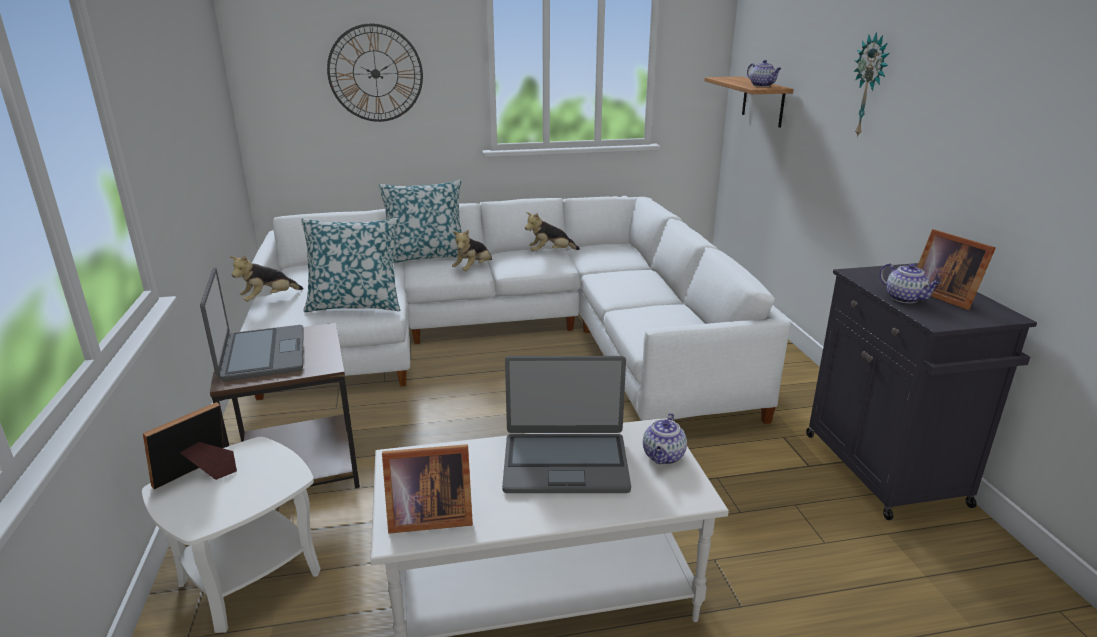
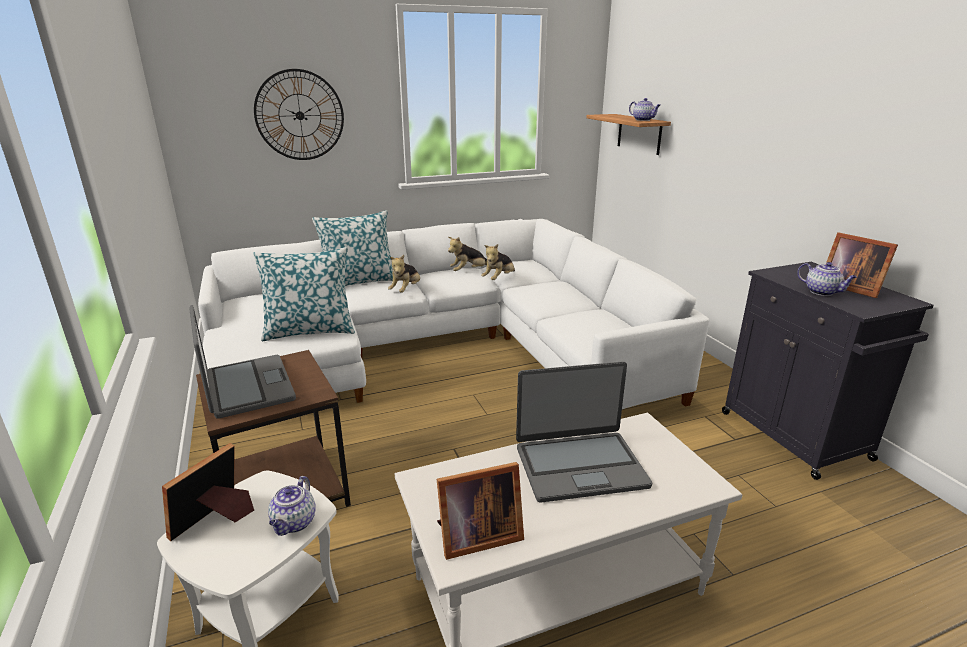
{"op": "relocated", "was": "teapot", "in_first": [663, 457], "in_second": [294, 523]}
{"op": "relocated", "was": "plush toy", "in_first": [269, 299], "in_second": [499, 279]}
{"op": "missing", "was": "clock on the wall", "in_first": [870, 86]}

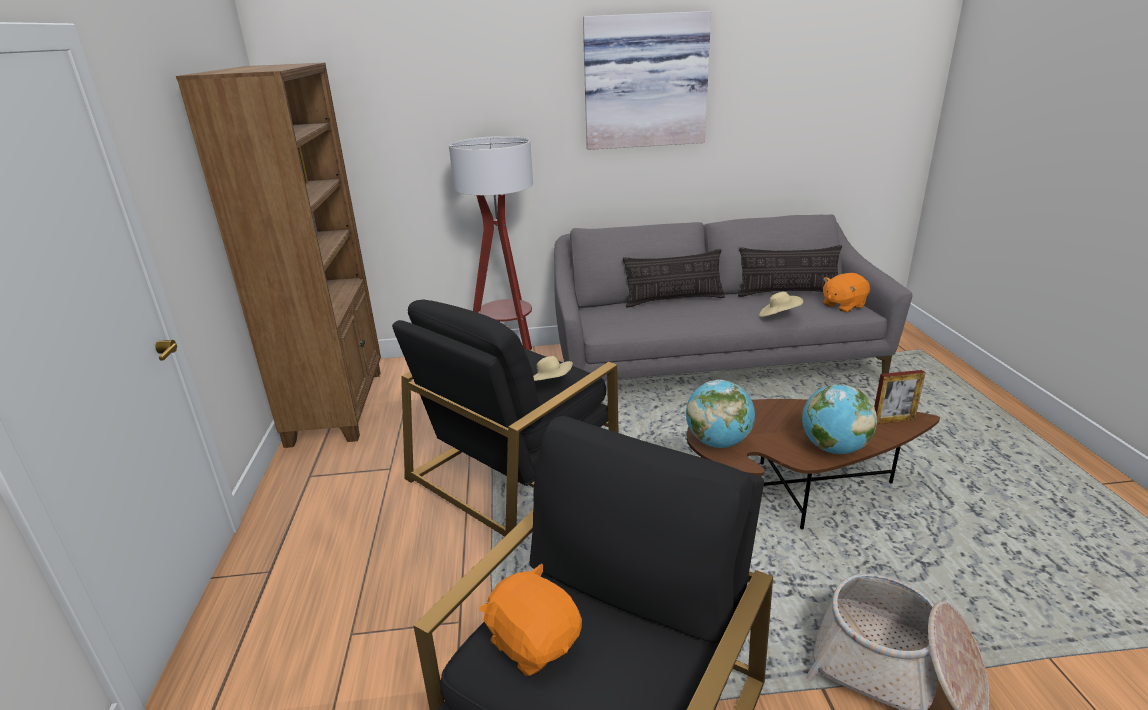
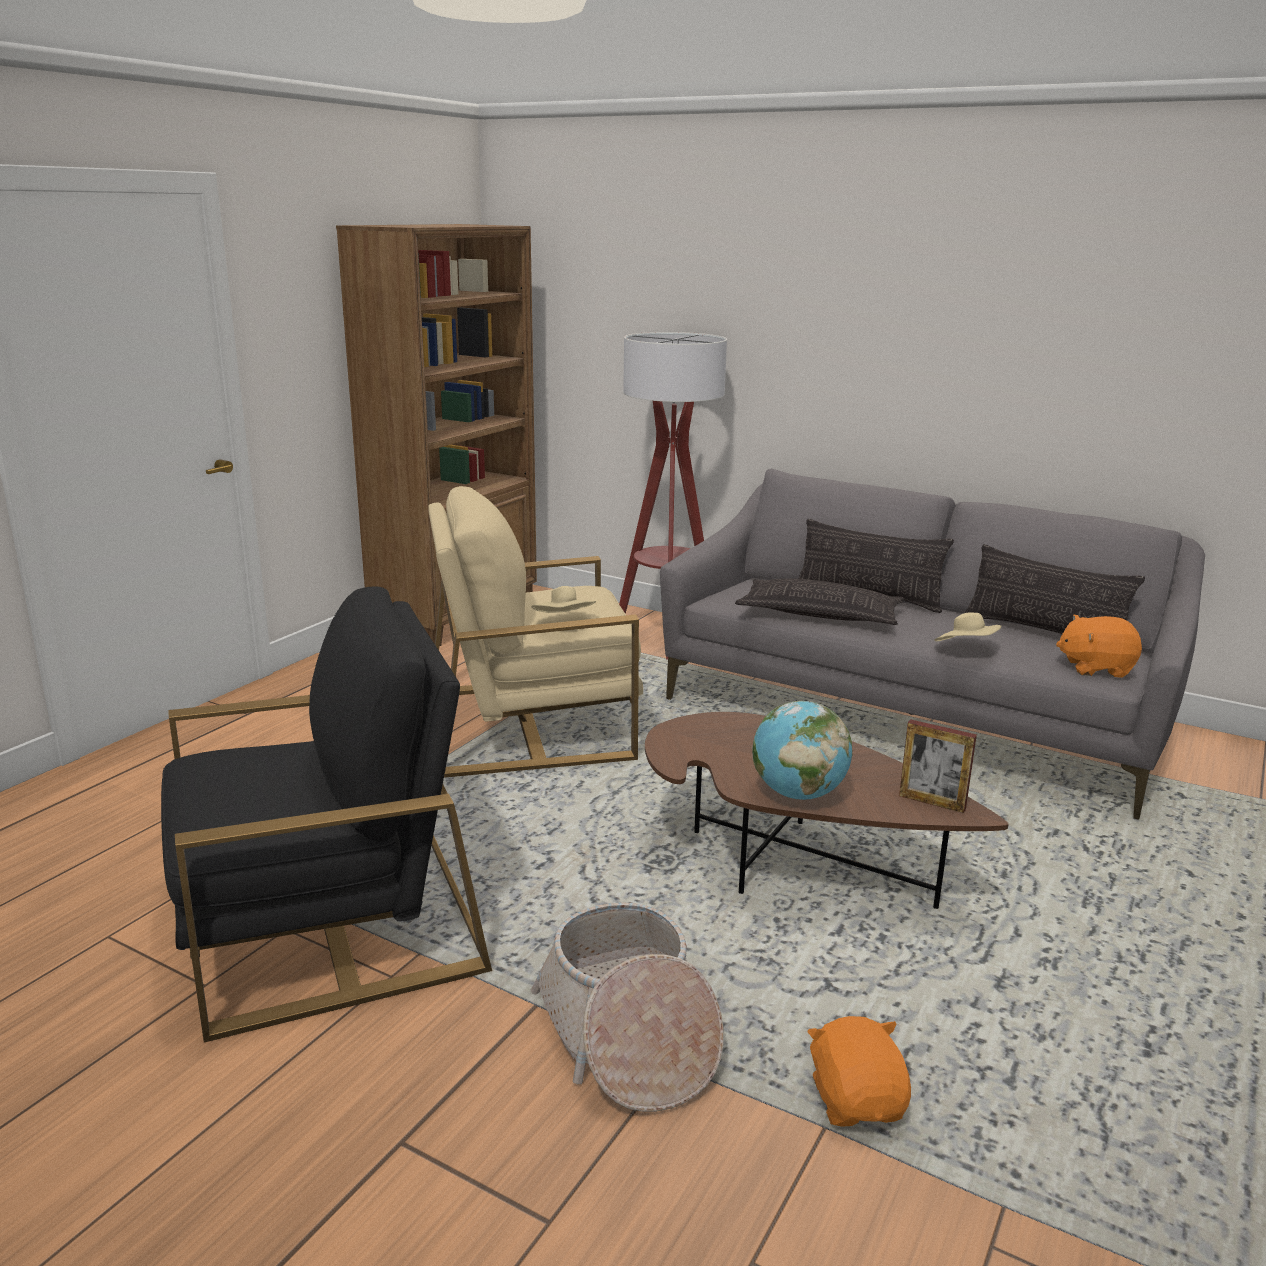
{"op": "colour", "was": "easy chair in black-coloured", "now": "easy chair in beige", "in_first": [513, 470], "in_second": [530, 723]}
{"op": "appeared", "now": "pillow", "in_second": [820, 614]}
{"op": "relocated", "was": "plush toy in orangey", "in_first": [534, 642], "in_second": [857, 1100]}
{"op": "missing", "was": "picture", "in_first": [645, 81]}
{"op": "missing", "was": "globe", "in_first": [718, 442]}

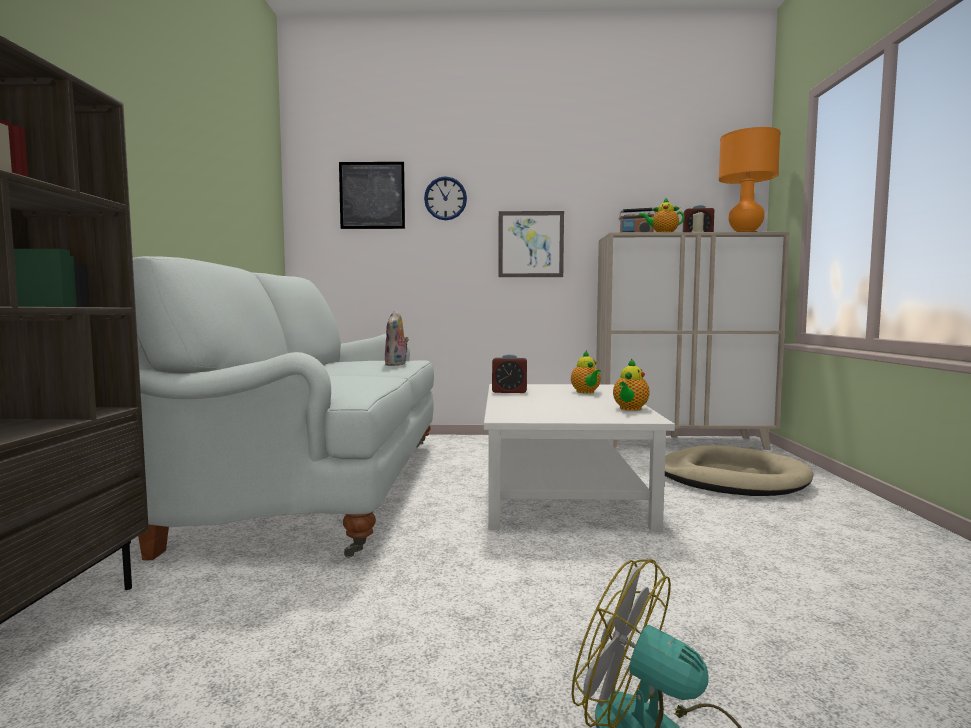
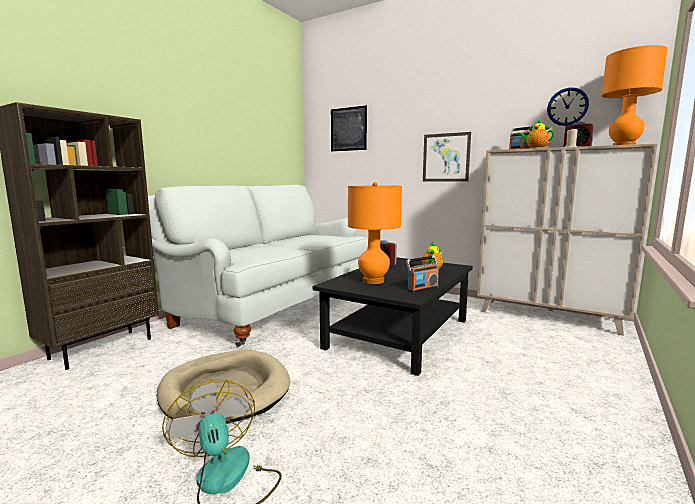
{"op": "relocated", "was": "pet bed in beige", "in_first": [731, 478], "in_second": [225, 391]}
{"op": "colour", "was": "low table in whitish", "now": "low table in black-coloured", "in_first": [560, 489], "in_second": [399, 333]}
{"op": "appeared", "now": "table lamp in orangey", "in_second": [373, 281]}
{"op": "exchanged", "was": "teapot", "now": "radio set", "in_first": [629, 409], "in_second": [422, 288]}
{"op": "relocated", "was": "clock on the wall", "in_first": [445, 198], "in_second": [567, 106]}
{"op": "missing", "was": "plush toy", "in_first": [397, 364]}

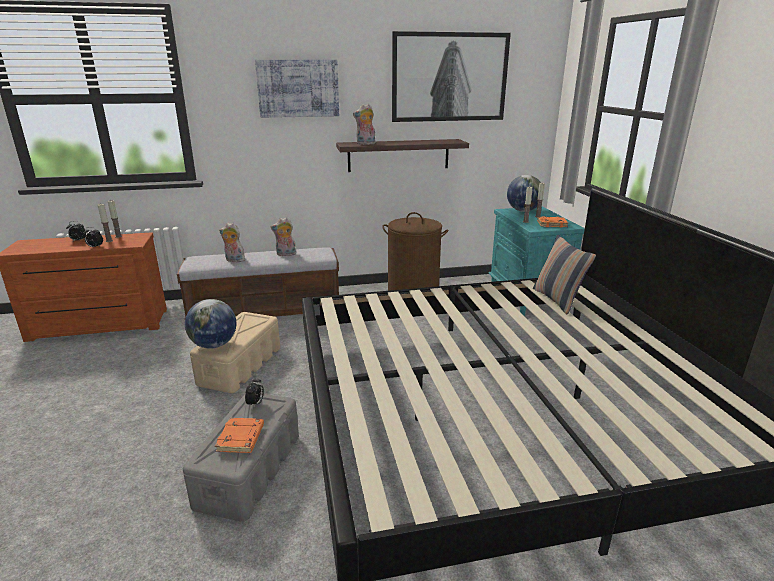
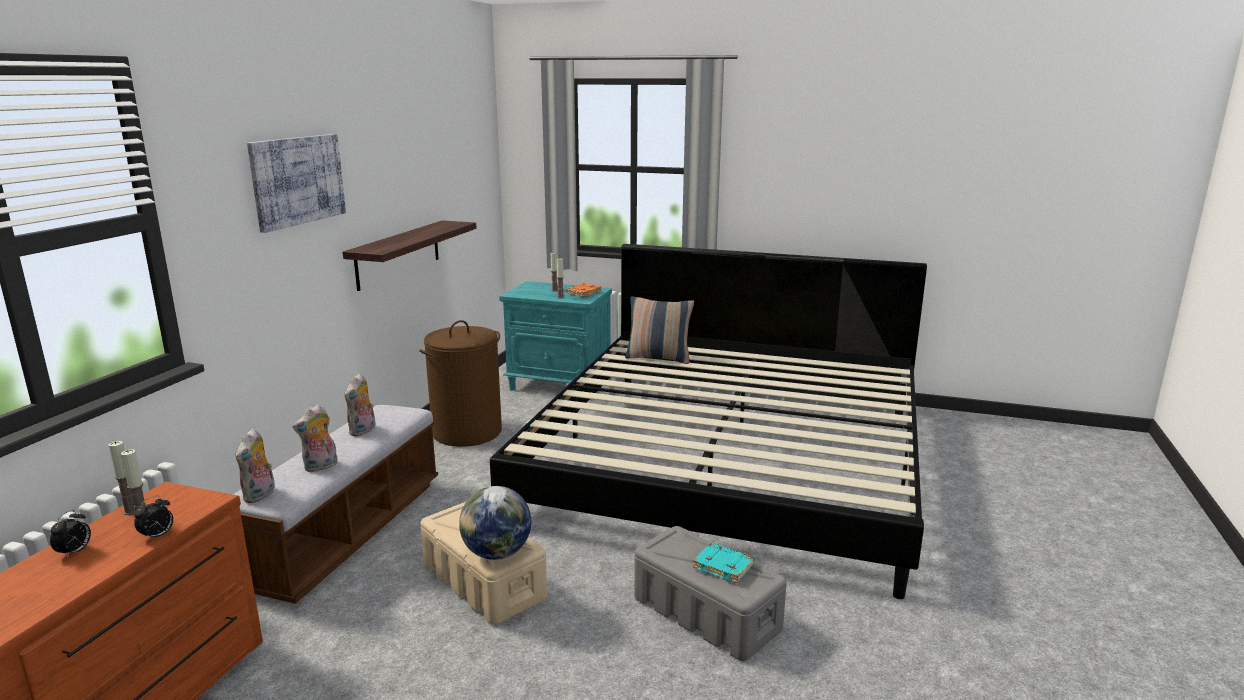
{"op": "relocated", "was": "plush toy", "in_first": [365, 144], "in_second": [260, 496]}
{"op": "colour", "was": "bound book in orangey", "now": "bound book in turquoise", "in_first": [241, 439], "in_second": [724, 566]}
{"op": "missing", "was": "alarm clock", "in_first": [255, 403]}
{"op": "missing", "was": "picture", "in_first": [450, 77]}
{"op": "missing", "was": "globe", "in_first": [523, 211]}

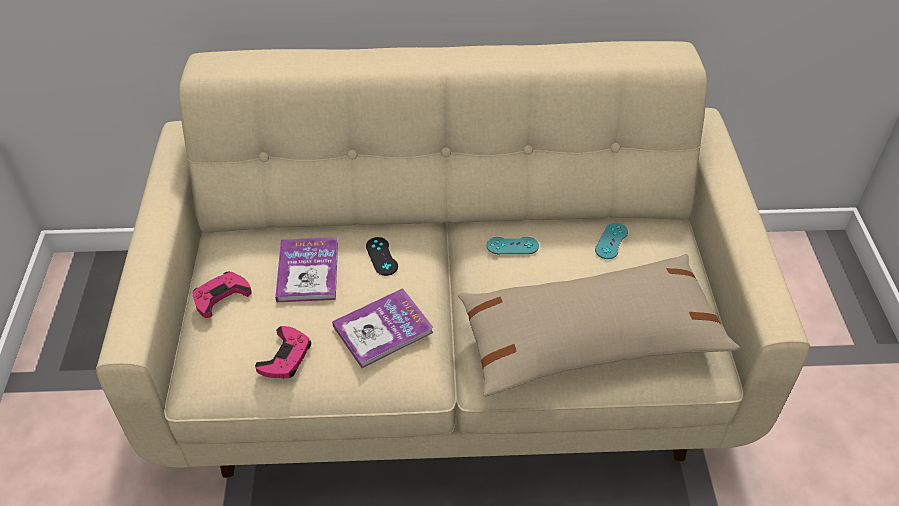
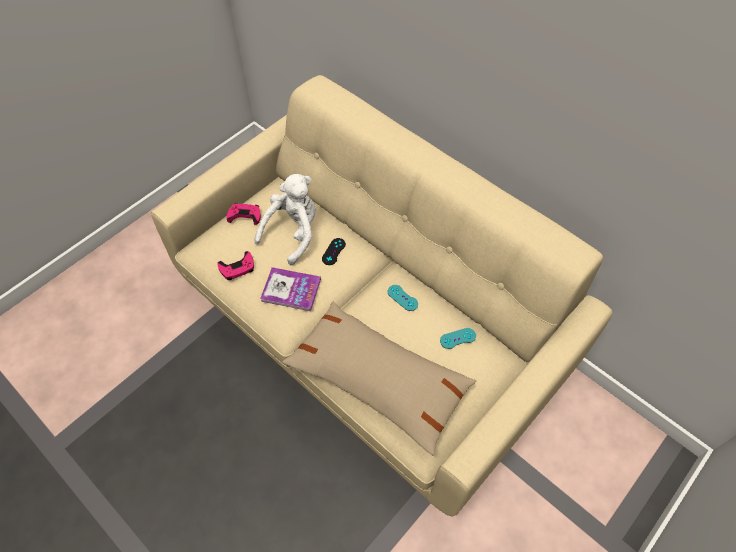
{"op": "exchanged", "was": "bound book", "now": "plush toy in whitish", "in_first": [308, 271], "in_second": [293, 232]}

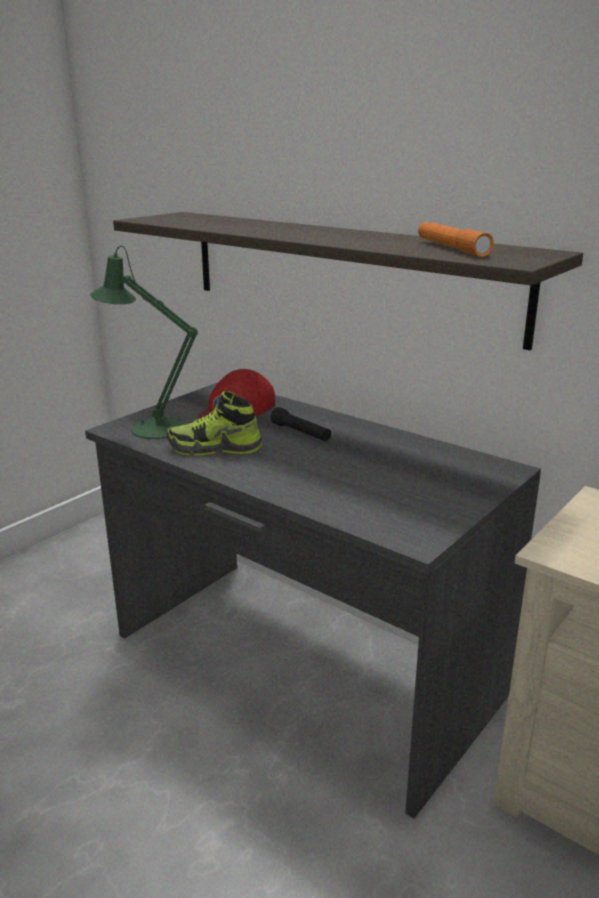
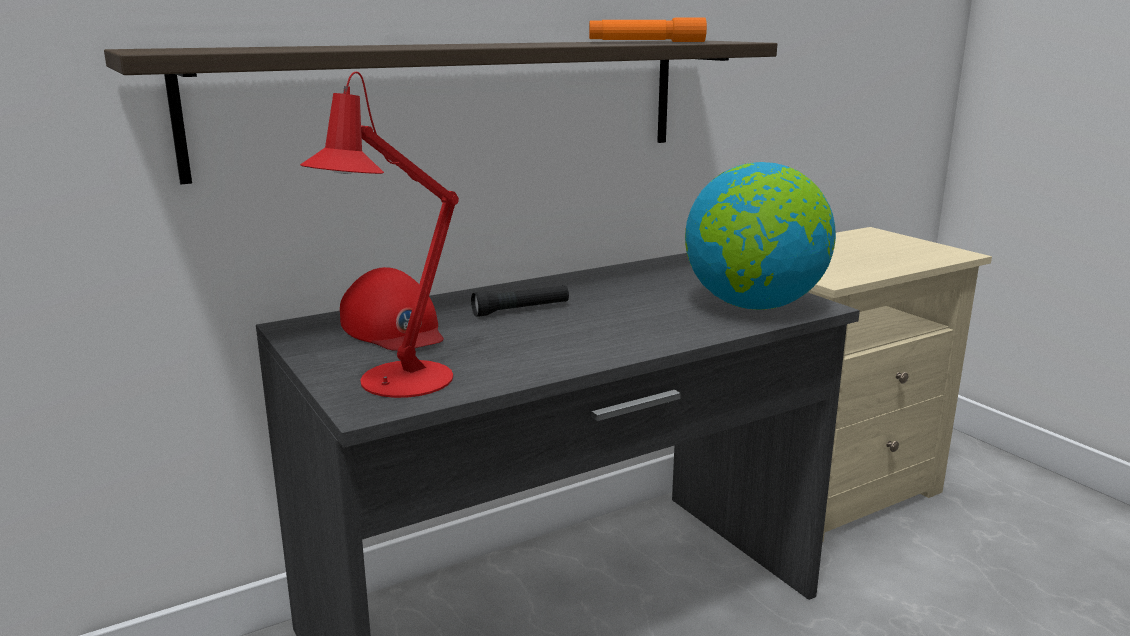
{"op": "colour", "was": "table lamp in green", "now": "table lamp in red", "in_first": [150, 427], "in_second": [396, 383]}
{"op": "appeared", "now": "globe", "in_second": [753, 306]}
{"op": "missing", "was": "item of footwear", "in_first": [215, 448]}

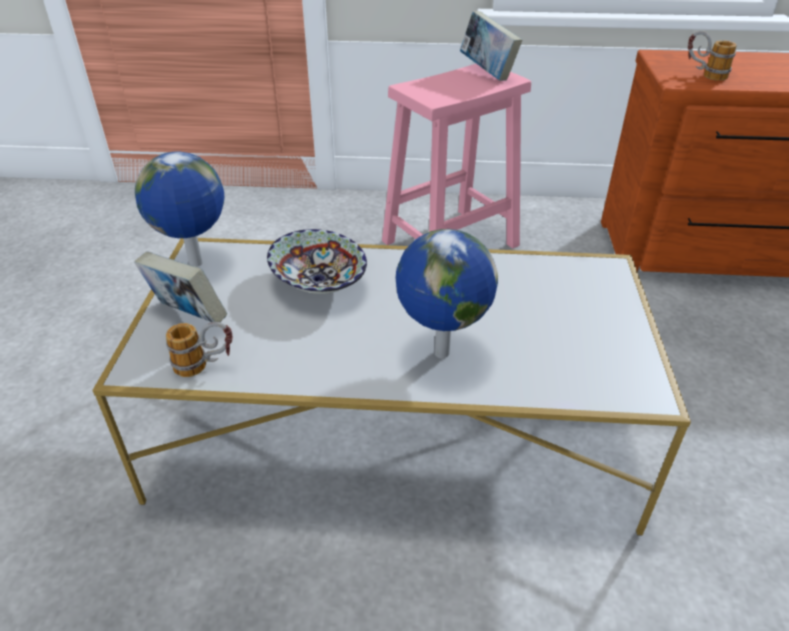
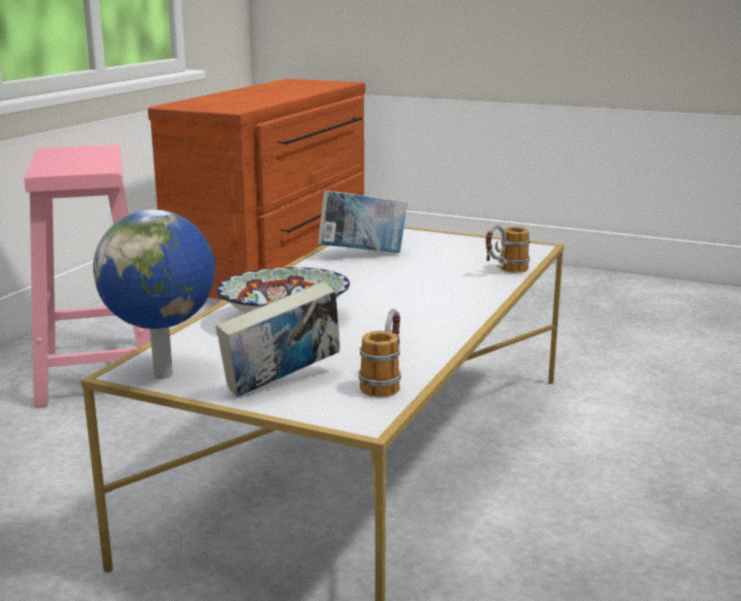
{"op": "relocated", "was": "bound book", "in_first": [487, 72], "in_second": [362, 255]}
{"op": "relocated", "was": "mug", "in_first": [704, 74], "in_second": [504, 271]}
{"op": "missing", "was": "globe", "in_first": [439, 353]}

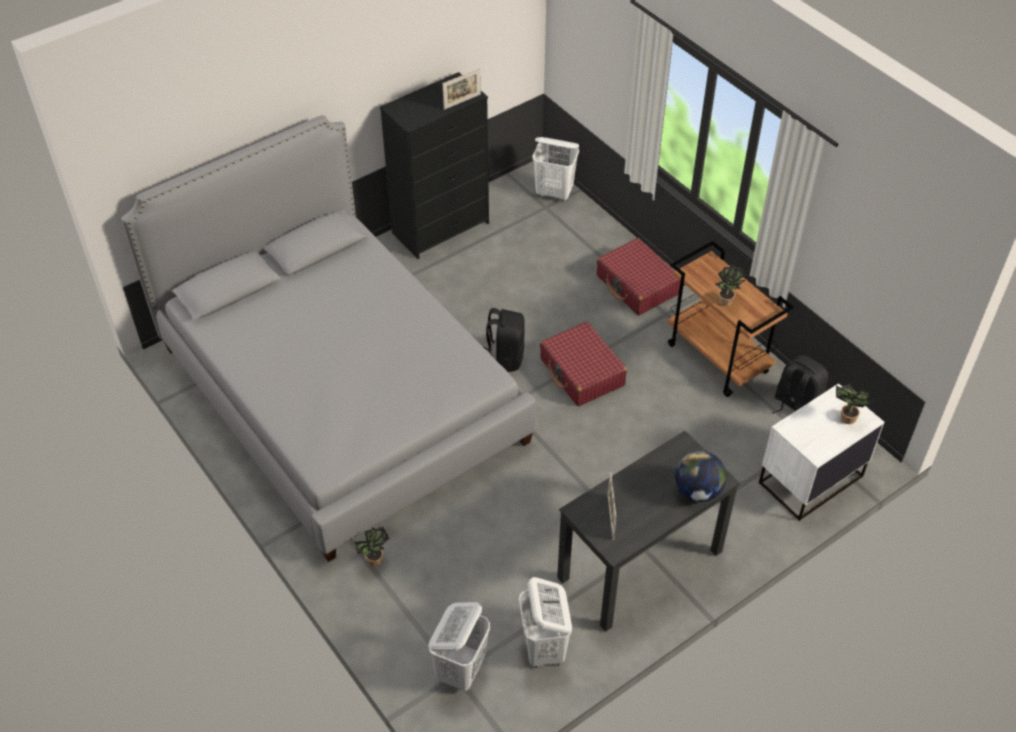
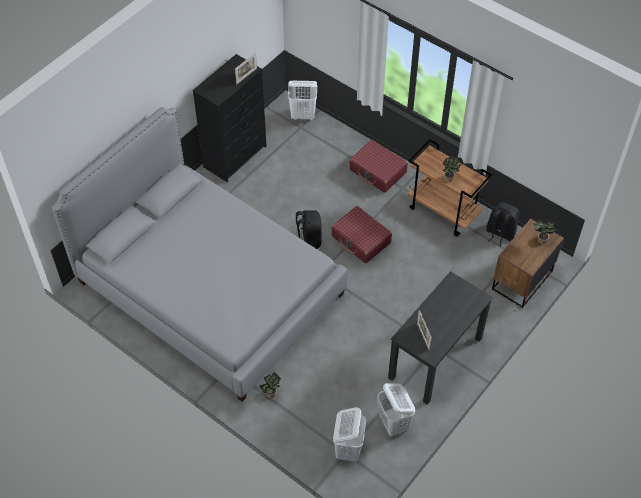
{"op": "colour", "was": "nightstand in whitish", "now": "nightstand in brown", "in_first": [809, 479], "in_second": [521, 280]}
{"op": "missing", "was": "globe", "in_first": [697, 491]}

